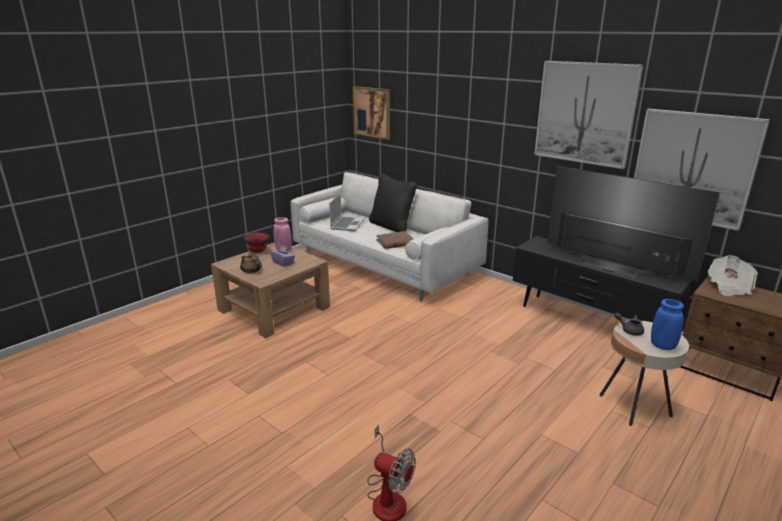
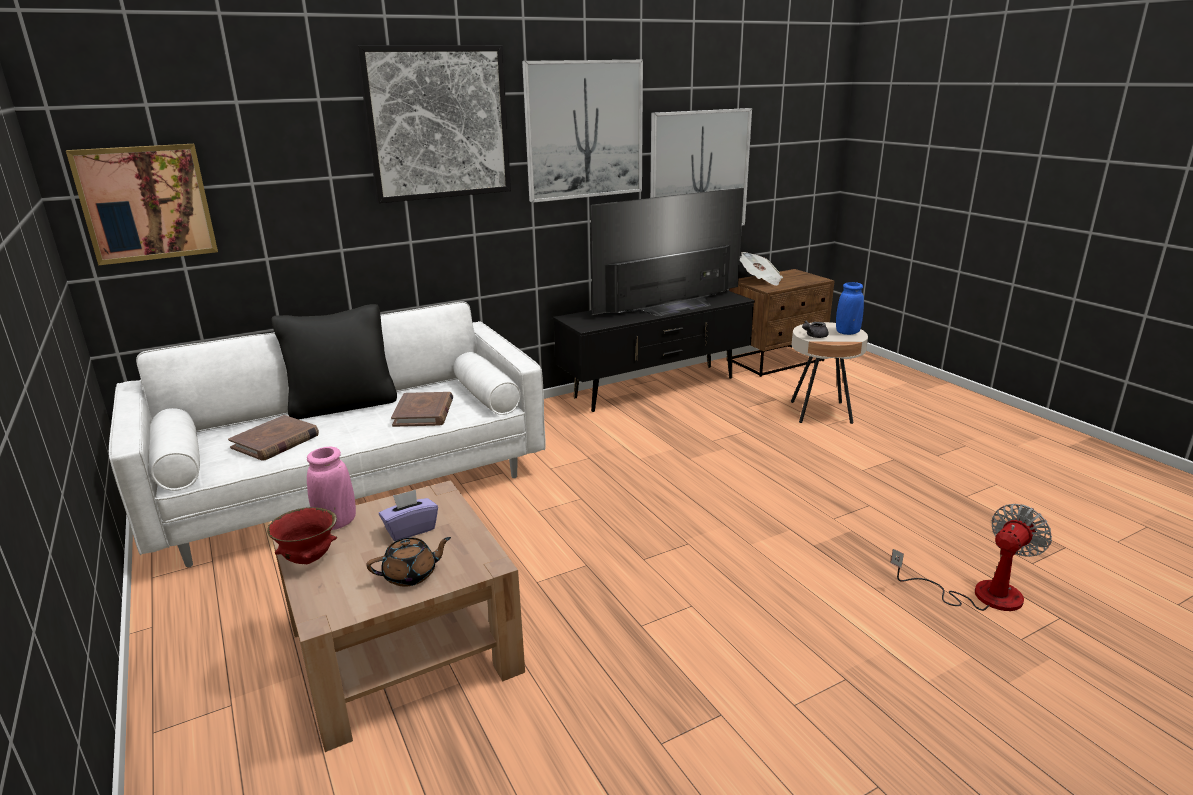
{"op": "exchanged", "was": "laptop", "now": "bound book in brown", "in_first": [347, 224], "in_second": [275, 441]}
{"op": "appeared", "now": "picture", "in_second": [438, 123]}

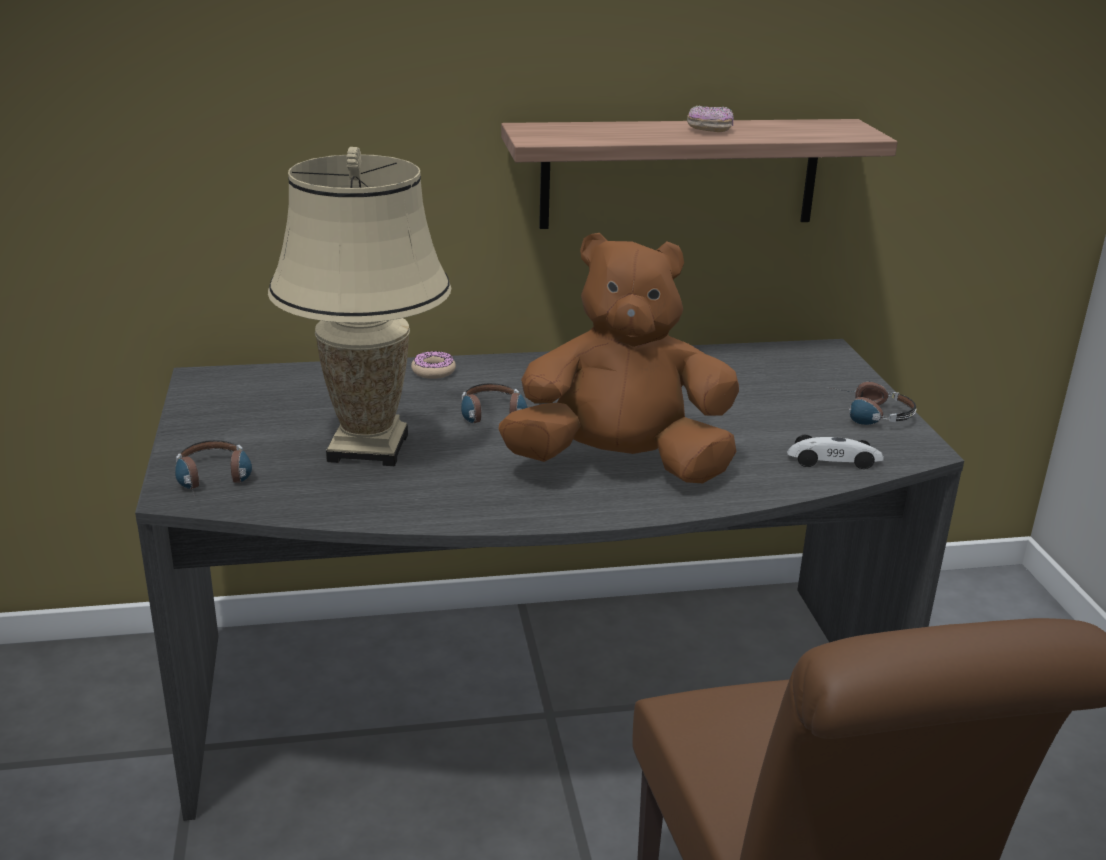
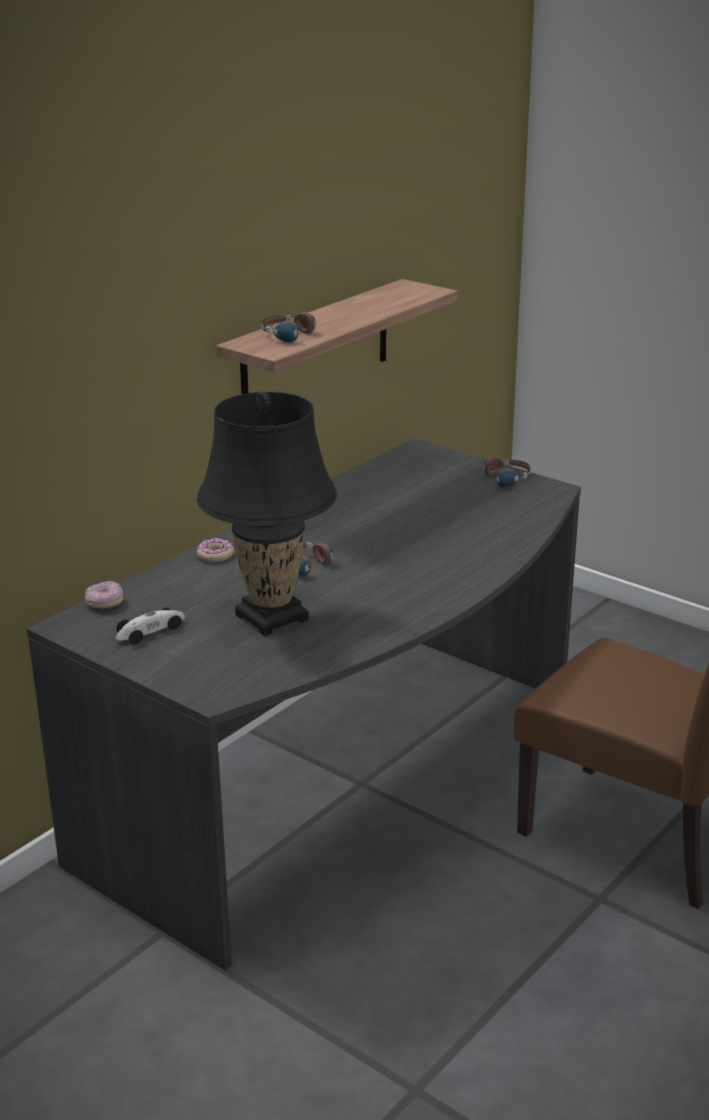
{"op": "relocated", "was": "donut", "in_first": [709, 130], "in_second": [105, 603]}
{"op": "relocated", "was": "miniature car", "in_first": [834, 461], "in_second": [151, 631]}
{"op": "colour", "was": "table lamp in beige", "now": "table lamp in black-coloured", "in_first": [368, 448], "in_second": [272, 617]}
{"op": "relocated", "was": "headset", "in_first": [215, 481], "in_second": [295, 337]}
{"op": "missing", "was": "plush toy in brown", "in_first": [620, 465]}

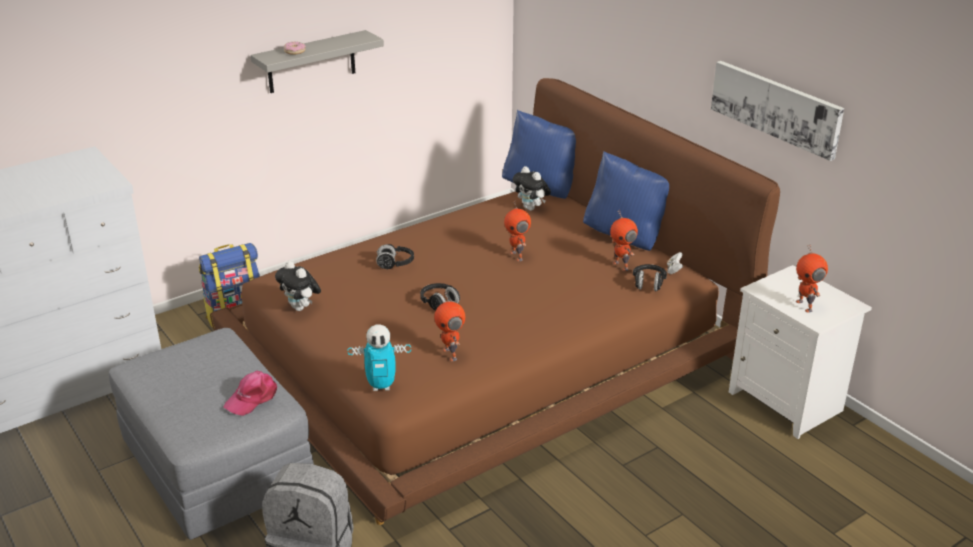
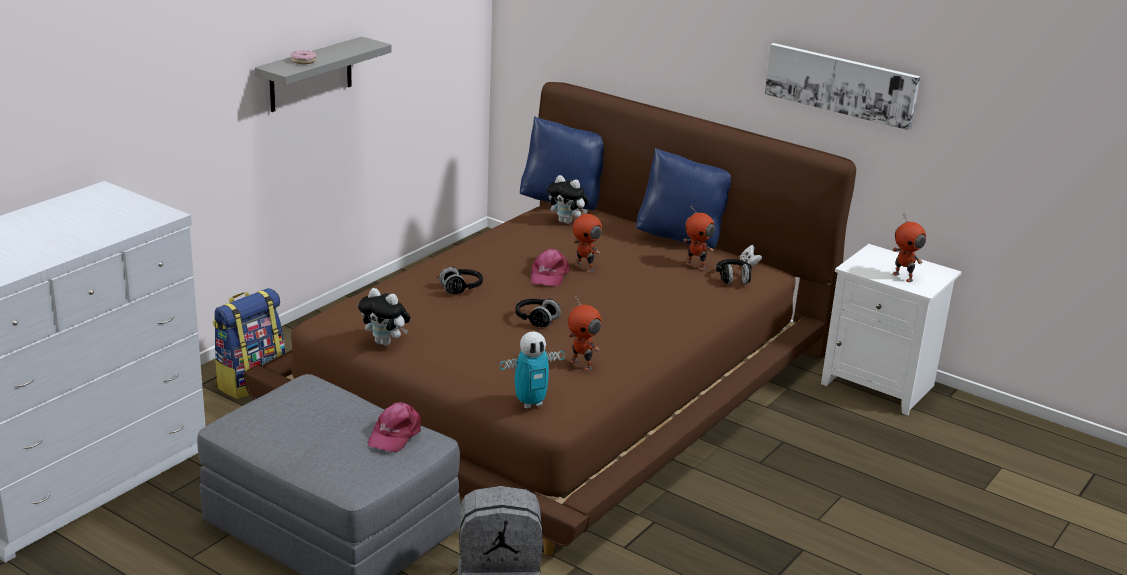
{"op": "appeared", "now": "cap in pink-coloured", "in_second": [548, 275]}

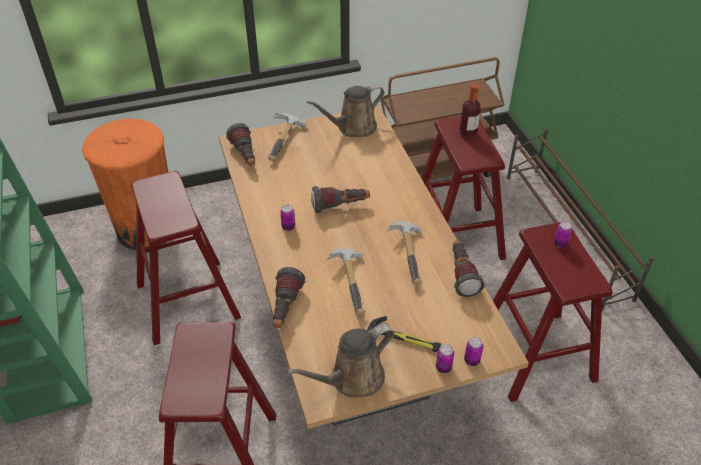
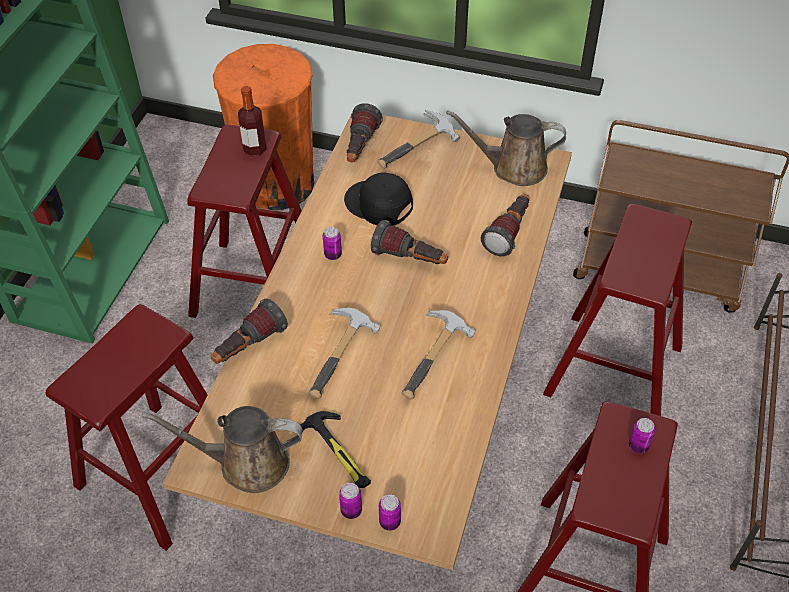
{"op": "relocated", "was": "bottle", "in_first": [468, 133], "in_second": [255, 149]}
{"op": "appeared", "now": "cap in black-coloured", "in_second": [378, 204]}
{"op": "relocated", "was": "torch", "in_first": [461, 275], "in_second": [509, 233]}

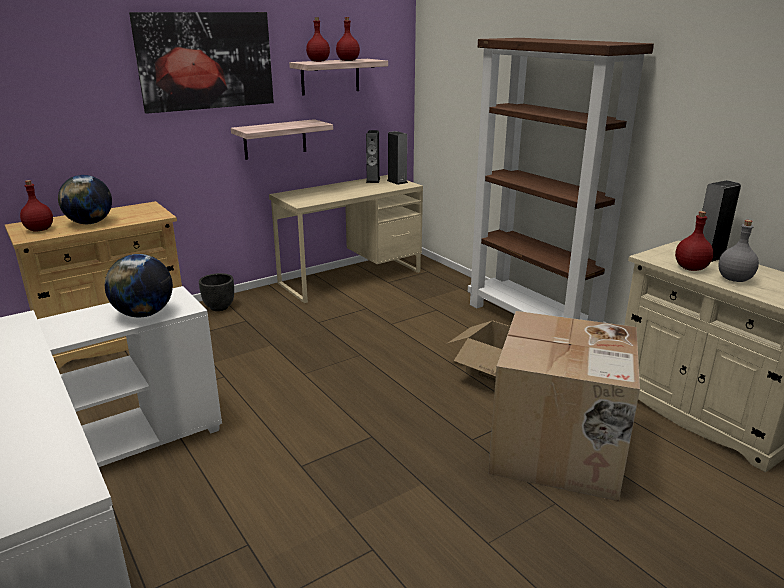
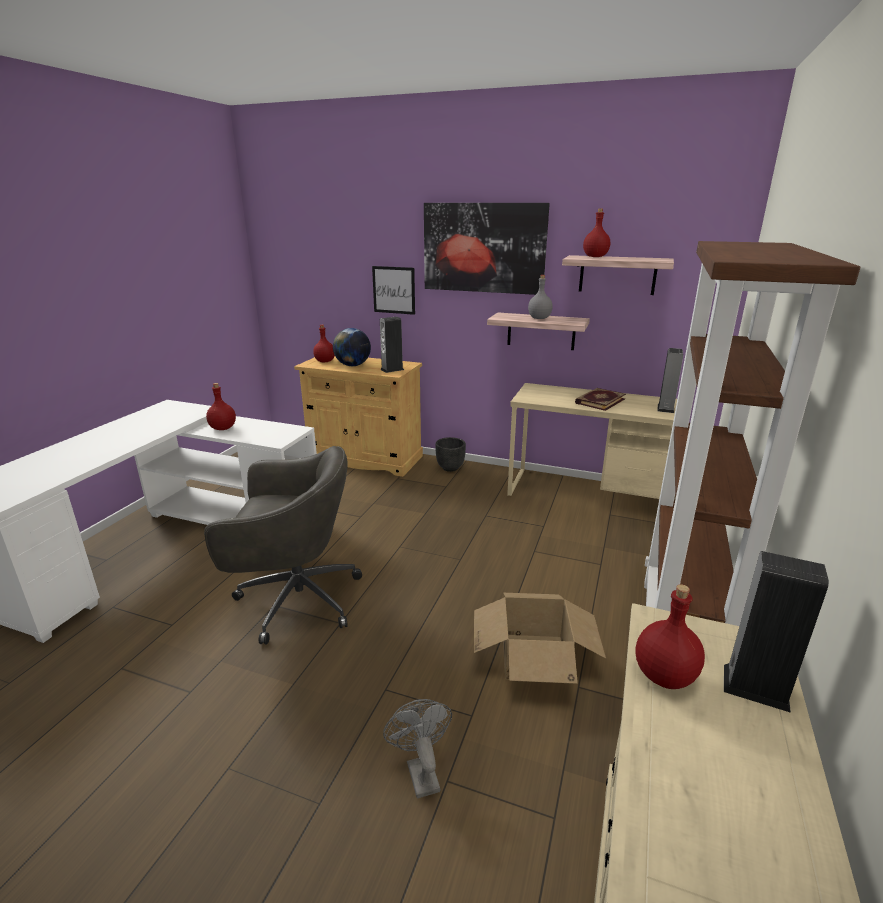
{"op": "appeared", "now": "office chair in grey", "in_second": [295, 599]}
{"op": "relocated", "was": "bottle in red", "in_first": [348, 60], "in_second": [223, 428]}
{"op": "appeared", "now": "picture", "in_second": [394, 290]}
{"op": "relocated", "was": "audio speaker", "in_first": [373, 180], "in_second": [392, 369]}
{"op": "exchanged", "was": "packing box", "now": "cooling fan in grey", "in_first": [558, 450], "in_second": [420, 771]}
{"op": "relocated", "was": "bottle in grey", "in_first": [734, 279], "in_second": [540, 318]}
{"op": "appeared", "now": "bound book", "in_second": [599, 401]}
{"op": "missing", "was": "globe", "in_first": [144, 314]}

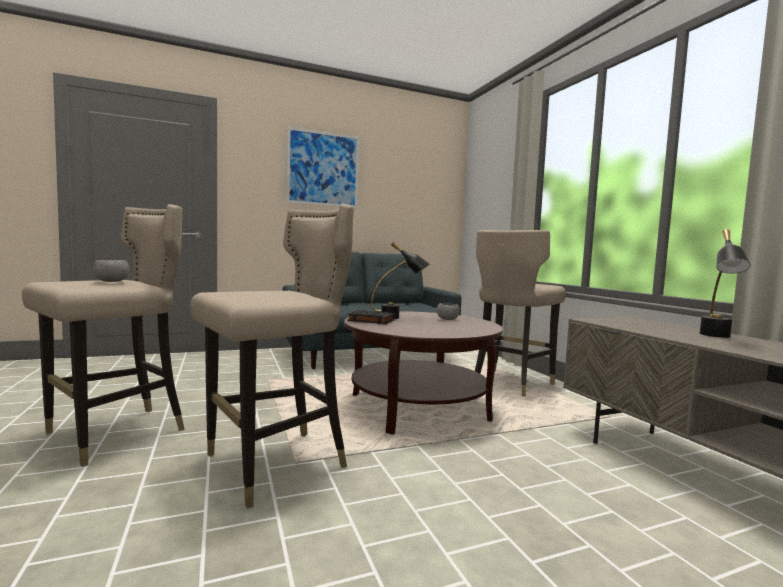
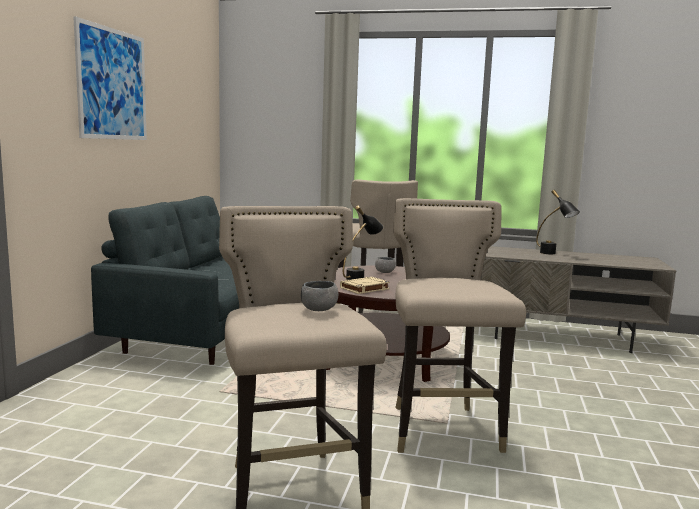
{"op": "colour", "was": "bound book in black-coloured", "now": "bound book in beige", "in_first": [370, 320], "in_second": [364, 288]}

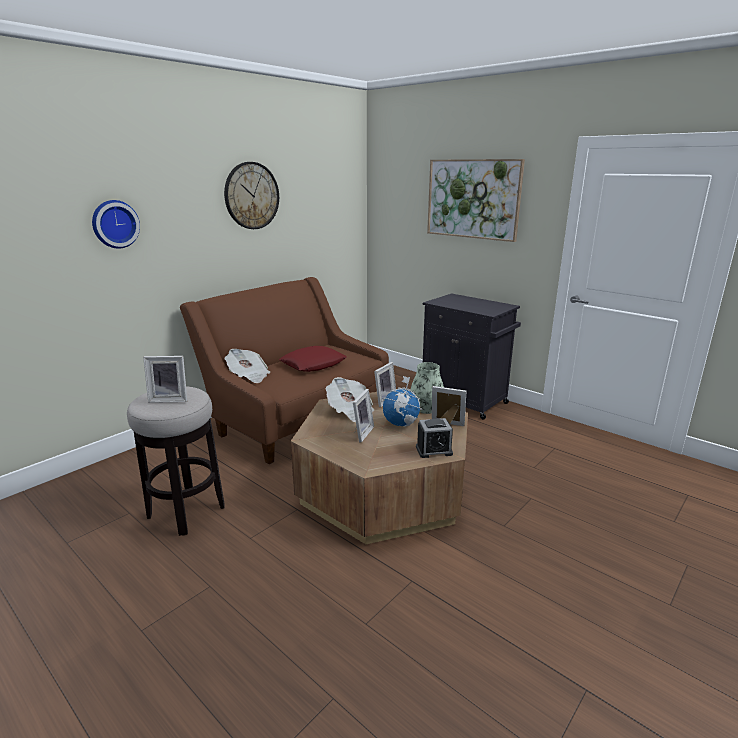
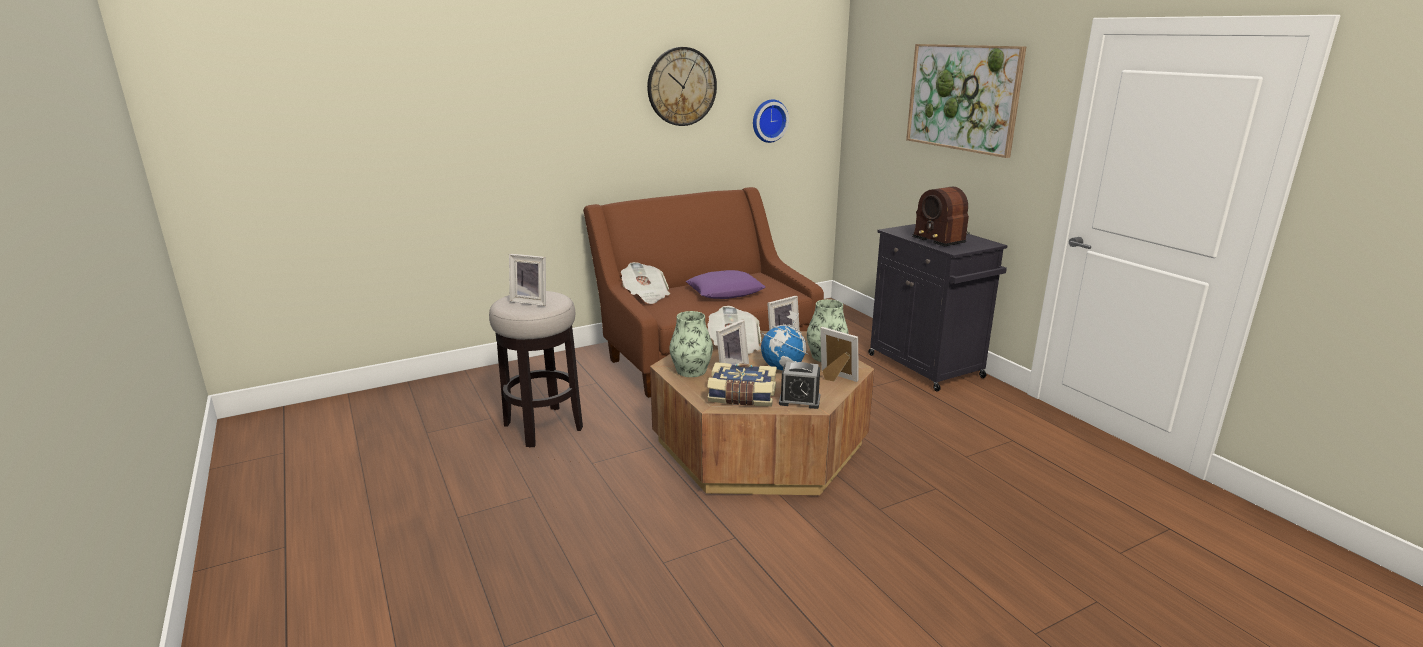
{"op": "appeared", "now": "vase", "in_second": [691, 370]}
{"op": "colour", "was": "pillow in red", "now": "pillow in purplish", "in_first": [313, 364], "in_second": [725, 292]}
{"op": "appeared", "now": "bound book", "in_second": [742, 396]}
{"op": "relocated", "was": "clock on the wall", "in_first": [114, 224], "in_second": [768, 120]}
{"op": "appeared", "now": "radio set", "in_second": [940, 237]}

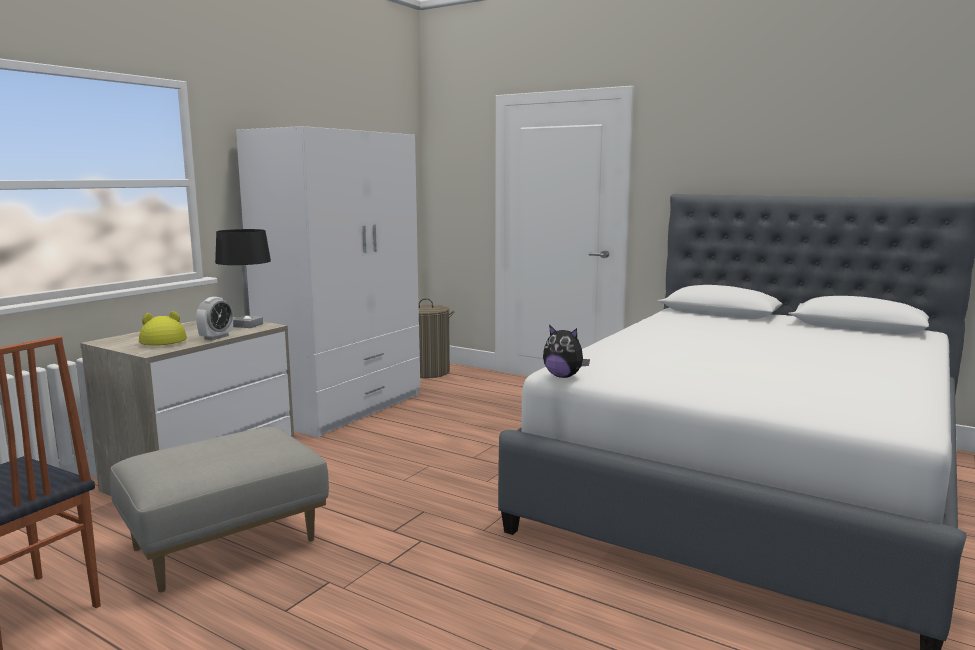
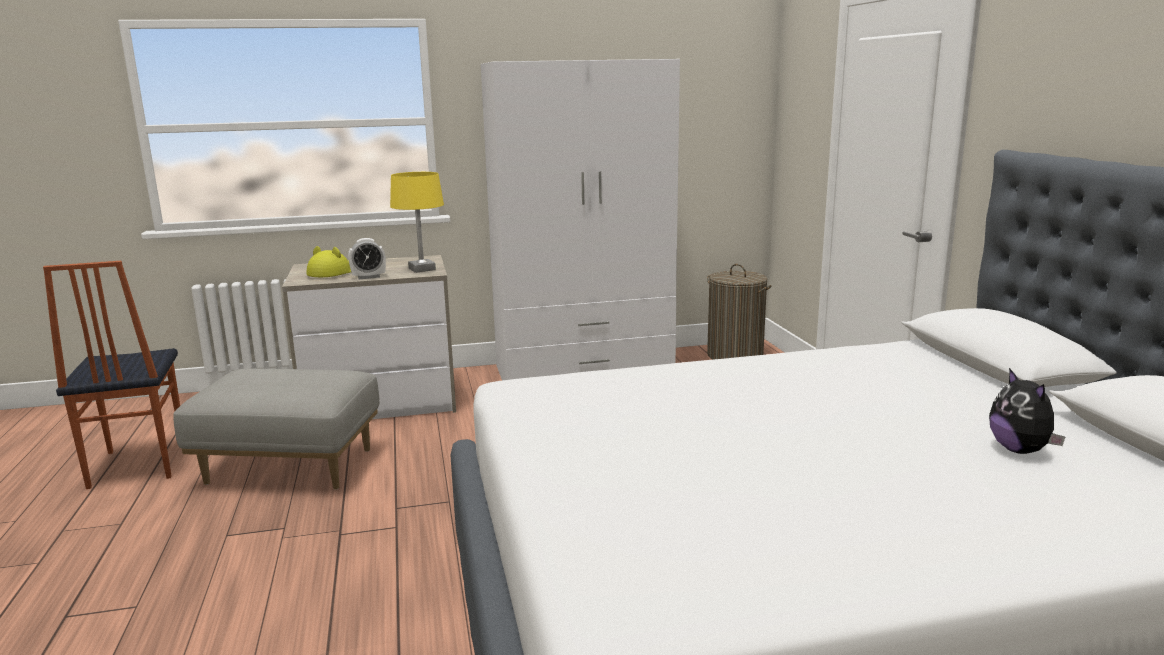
{"op": "colour", "was": "table lamp in black-coloured", "now": "table lamp in yellow-coloured", "in_first": [247, 325], "in_second": [422, 269]}
{"op": "relocated", "was": "plush toy", "in_first": [563, 376], "in_second": [1020, 450]}

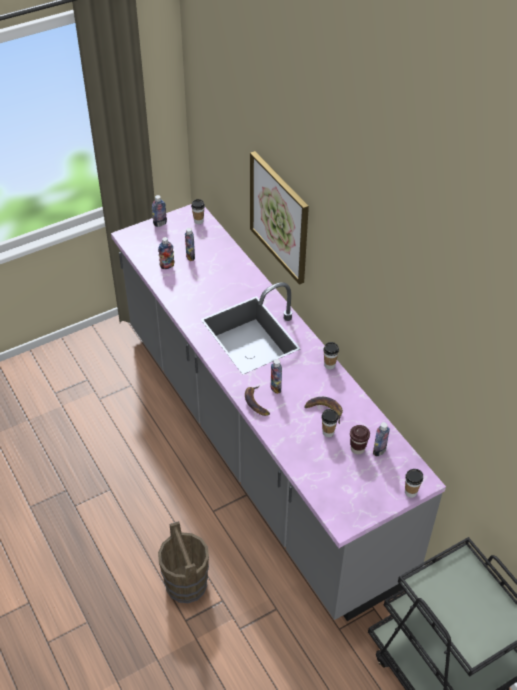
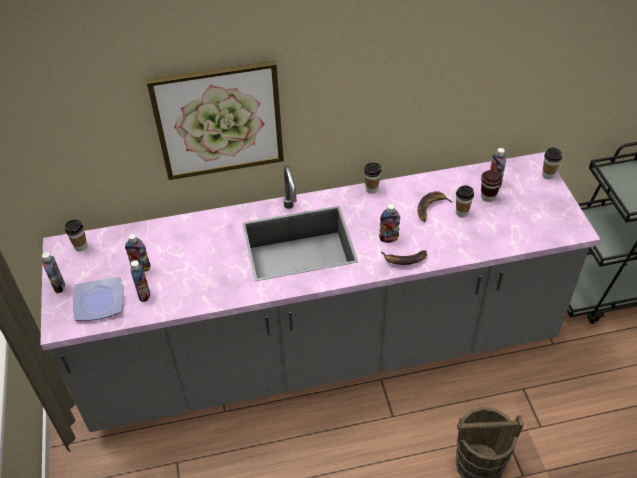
{"op": "appeared", "now": "flat dish", "in_second": [98, 301]}

